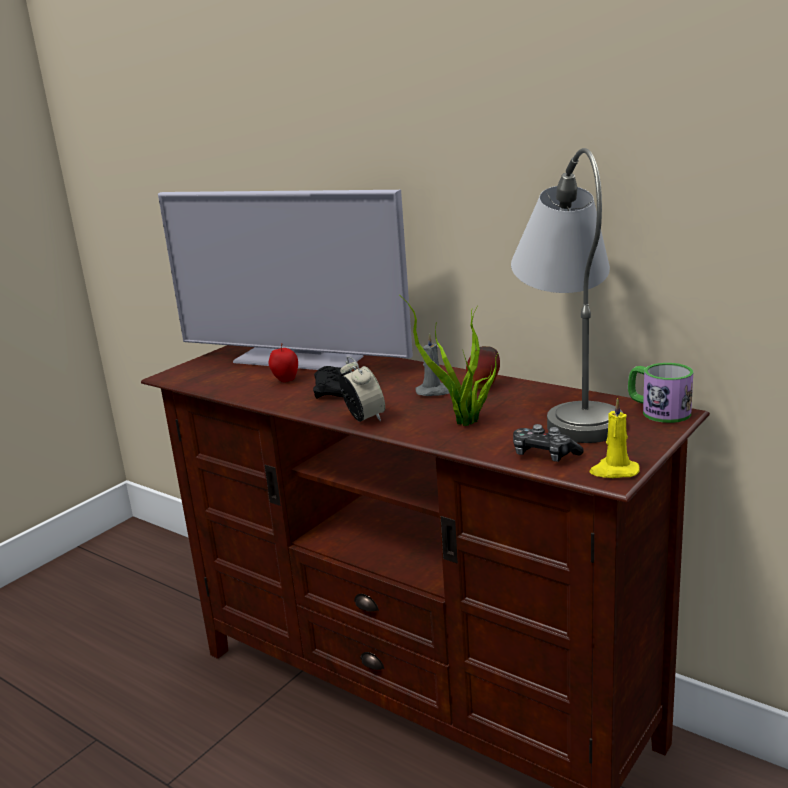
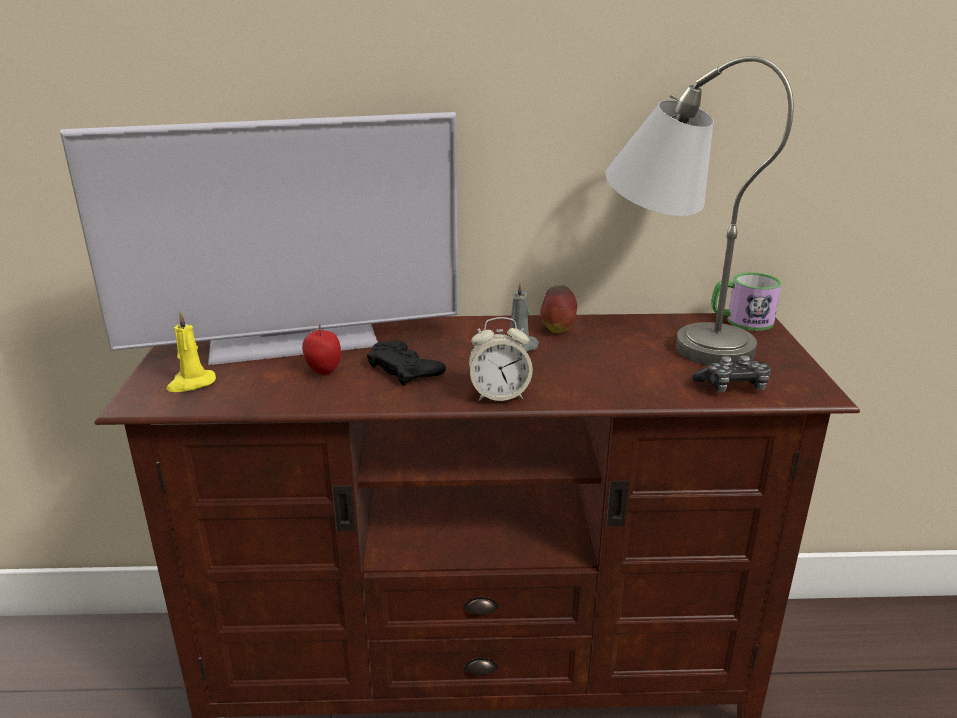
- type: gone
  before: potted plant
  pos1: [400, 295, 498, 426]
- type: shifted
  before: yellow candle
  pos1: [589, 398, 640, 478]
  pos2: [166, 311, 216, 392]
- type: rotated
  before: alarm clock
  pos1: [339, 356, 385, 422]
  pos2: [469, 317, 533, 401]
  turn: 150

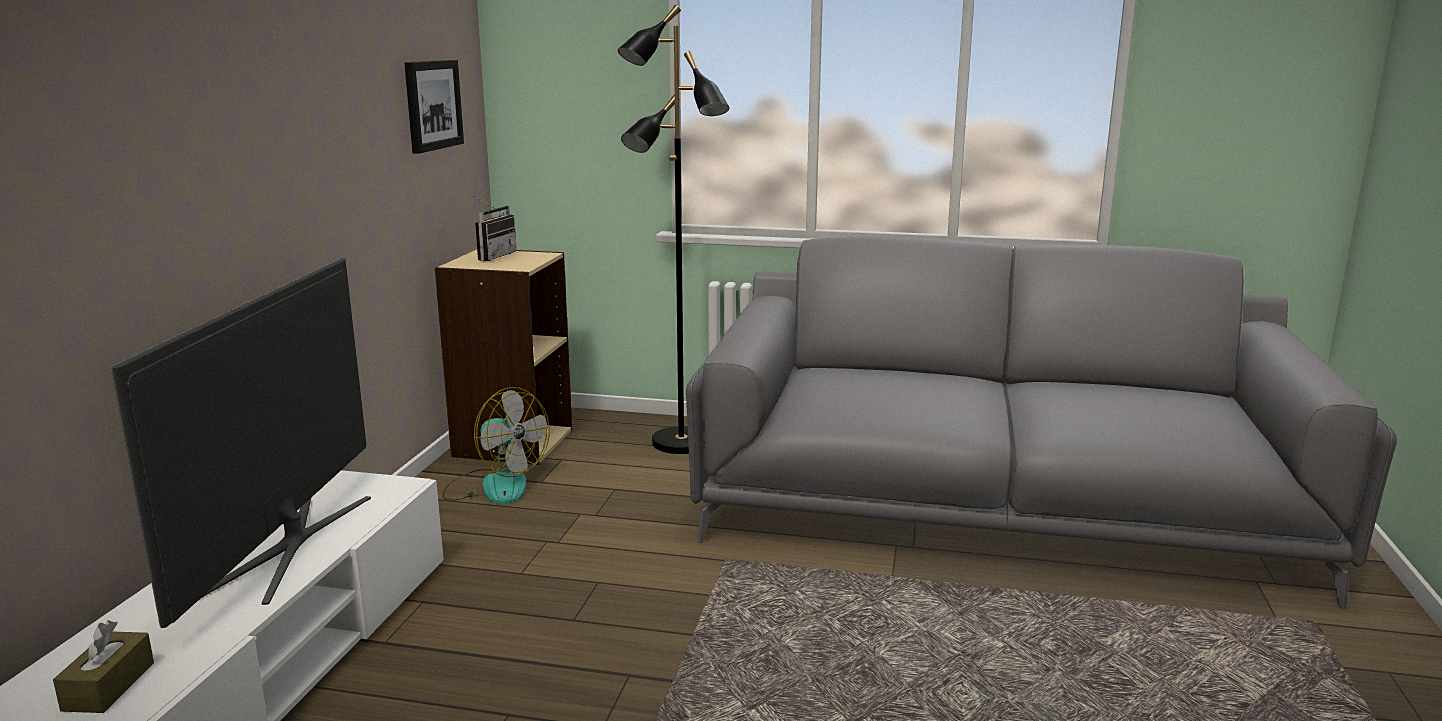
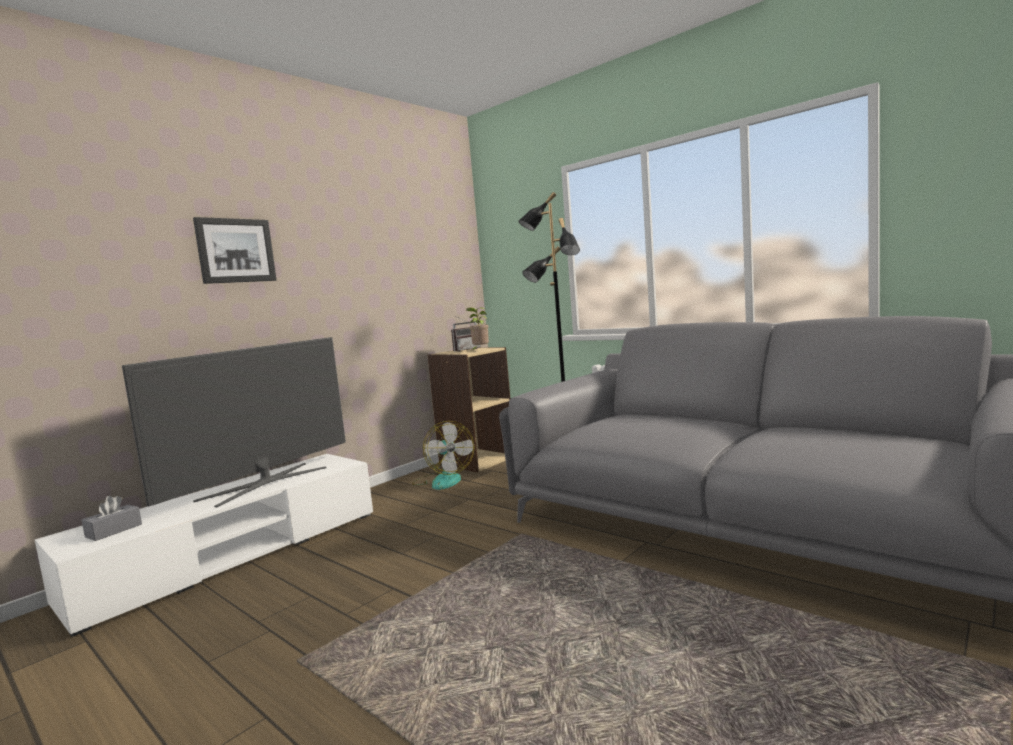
- type: new
  after: potted plant
  pos2: [466, 307, 489, 351]
- type: shifted
  before: picture
  pos1: [404, 60, 464, 154]
  pos2: [193, 217, 277, 284]
- type: repainted
  before: brown tissue box
  after: grey tissue box
  pos1: [53, 620, 154, 713]
  pos2: [82, 496, 142, 541]

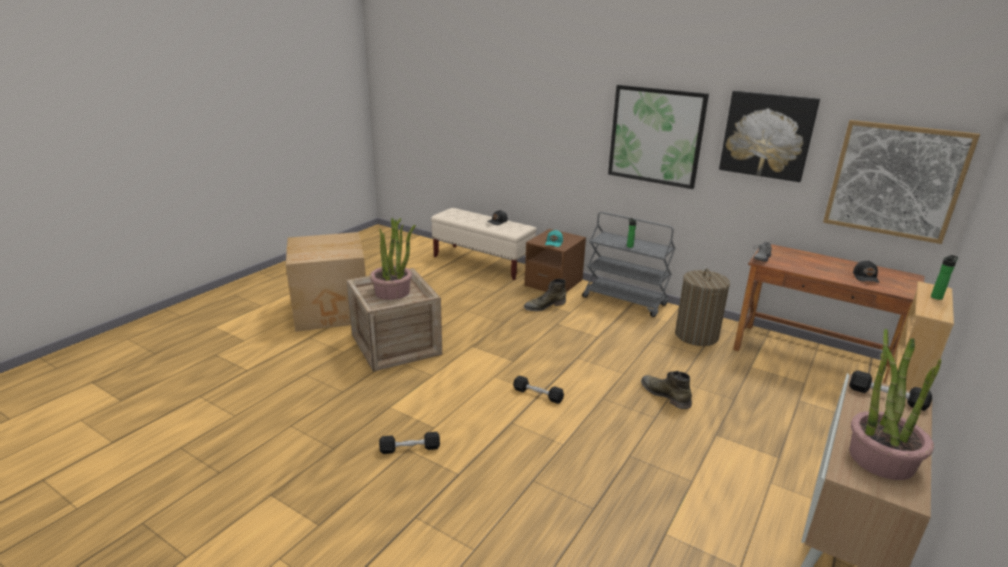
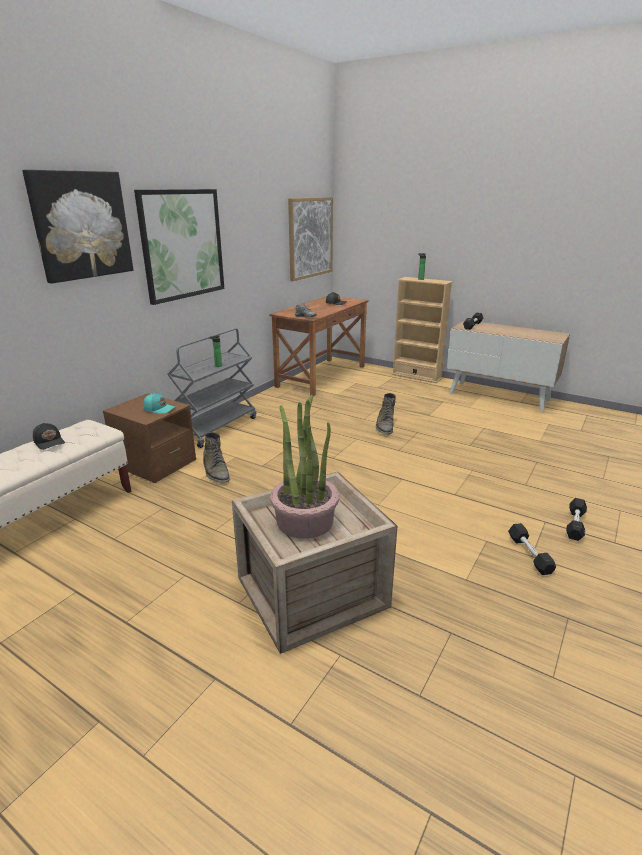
- type: gone
  before: cardboard box
  pos1: [286, 232, 366, 332]
- type: gone
  before: laundry basket
  pos1: [675, 269, 730, 346]
- type: gone
  before: potted plant
  pos1: [849, 328, 941, 480]
- type: shifted
  before: black dumbbell
  pos1: [513, 376, 564, 404]
  pos2: [566, 498, 587, 541]
- type: shifted
  before: picture
  pos1: [719, 91, 820, 182]
  pos2: [22, 170, 133, 284]
- type: rotated
  before: green boot
  pos1: [641, 371, 692, 409]
  pos2: [376, 393, 396, 434]
  turn: -45

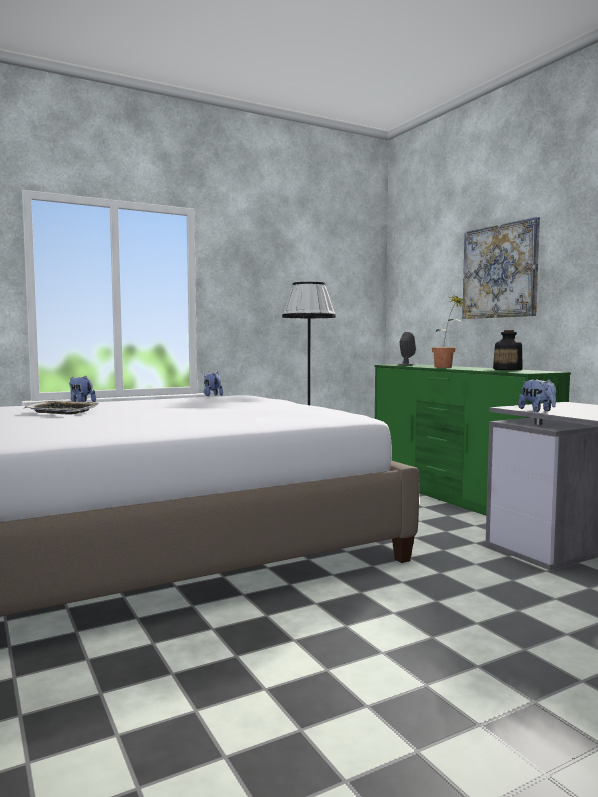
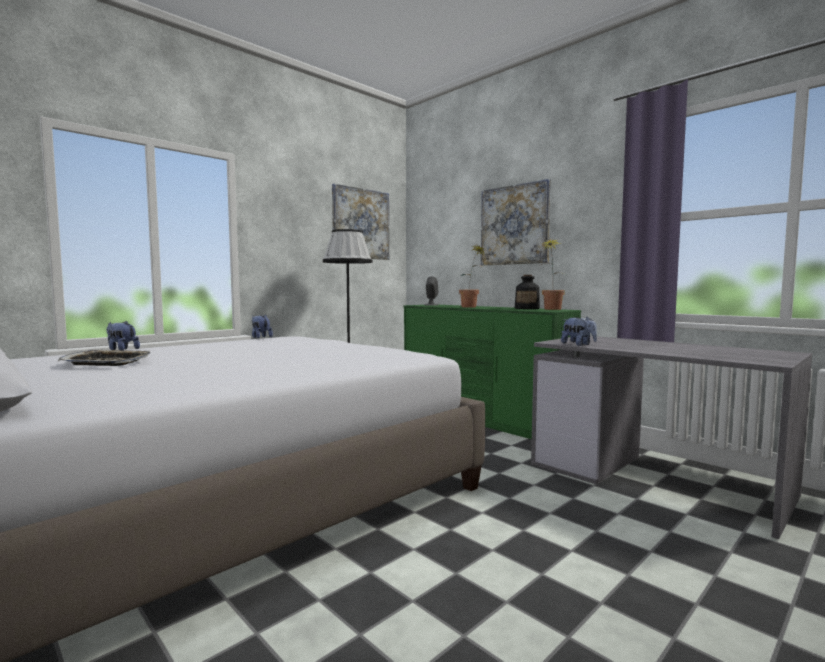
- type: new
  after: picture
  pos2: [332, 184, 389, 260]
- type: new
  after: potted plant
  pos2: [541, 239, 567, 310]

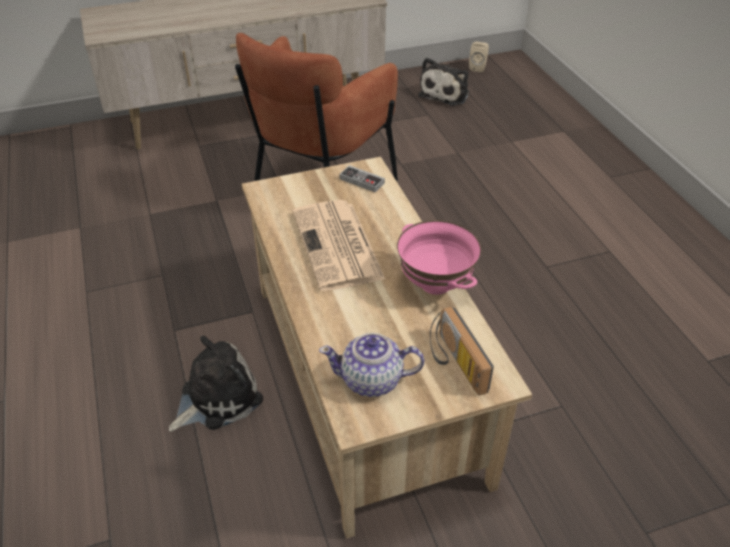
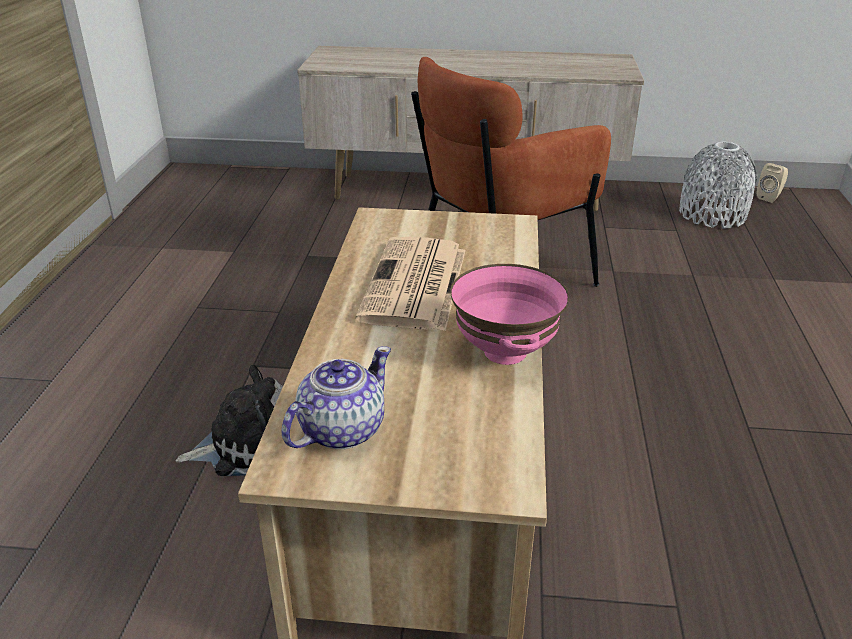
- type: gone
  before: game controller
  pos1: [339, 165, 385, 192]
- type: gone
  before: radio
  pos1: [430, 306, 494, 396]
- type: swapped
  before: plush toy
  after: grey vase
  pos1: [418, 57, 469, 106]
  pos2: [679, 142, 757, 229]
- type: rotated
  before: teapot
  pos1: [319, 333, 424, 397]
  pos2: [282, 346, 391, 449]
  turn: 105

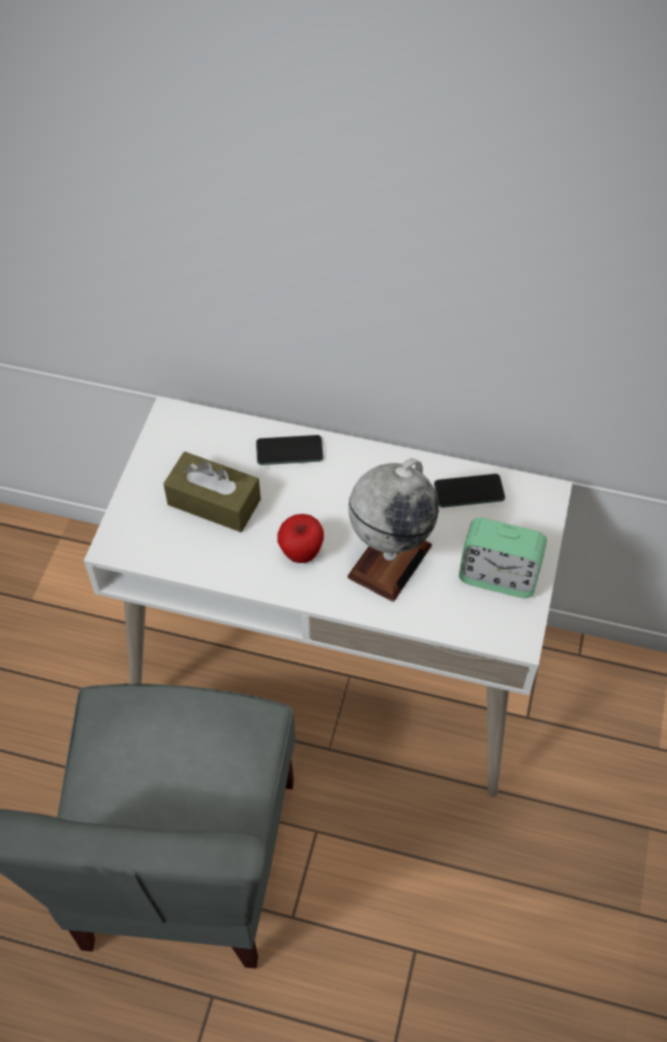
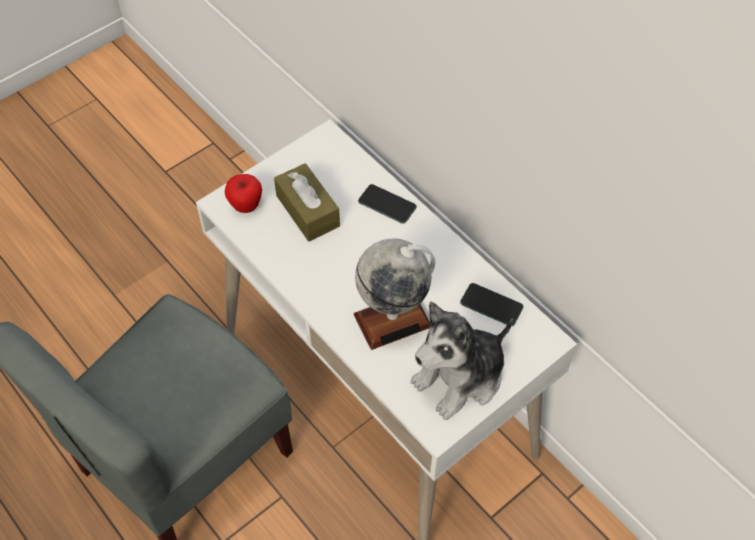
- type: shifted
  before: apple
  pos1: [277, 514, 324, 563]
  pos2: [225, 174, 262, 213]
- type: swapped
  before: alarm clock
  after: plush toy
  pos1: [459, 518, 547, 598]
  pos2: [411, 301, 513, 420]

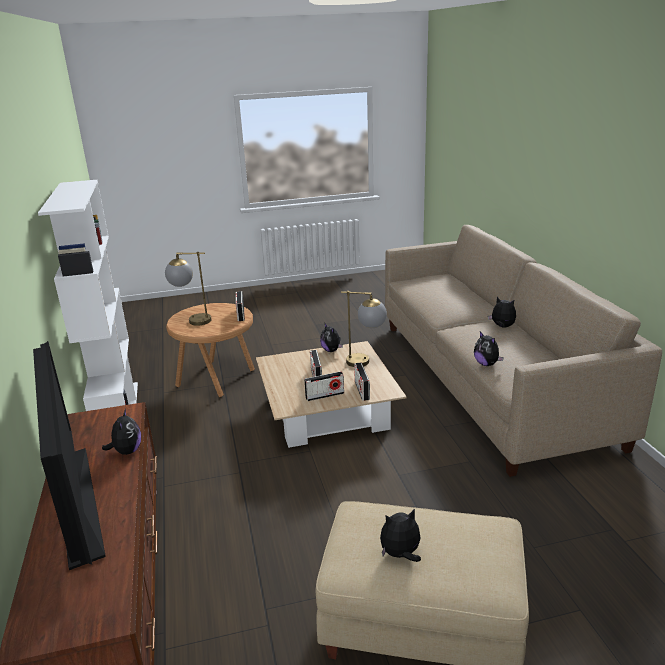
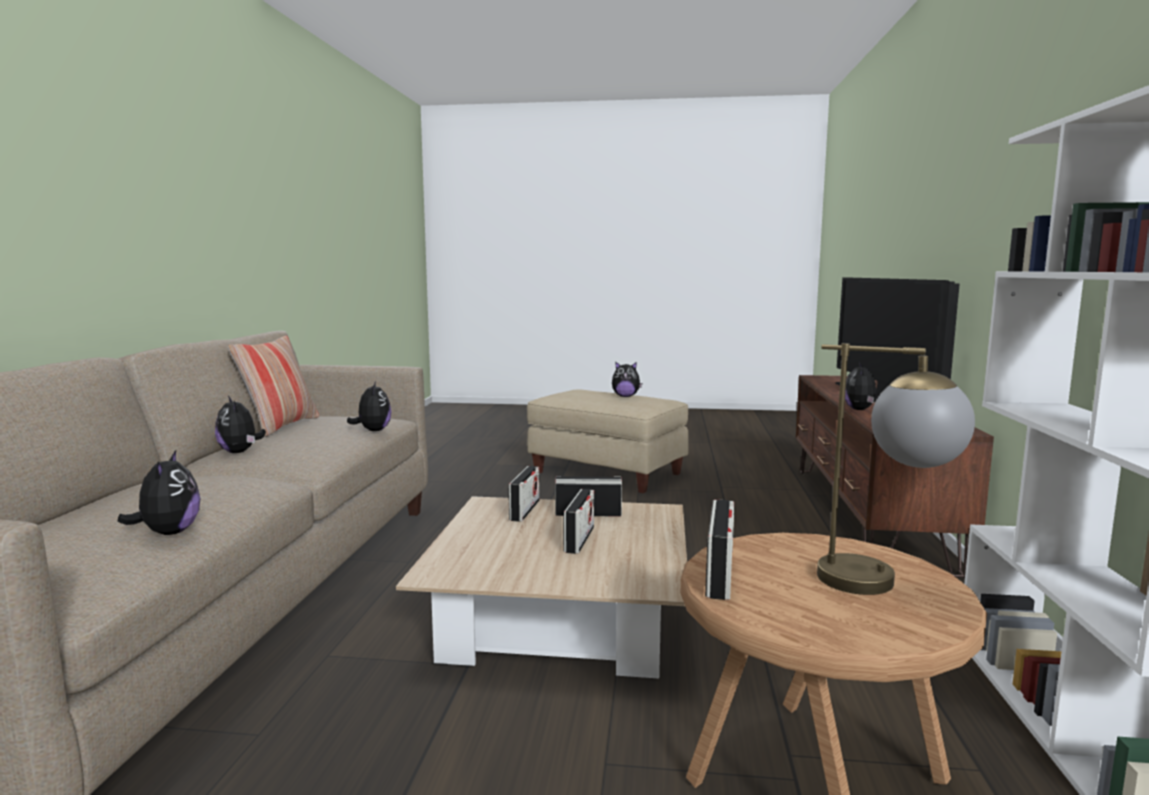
- type: gone
  before: table lamp
  pos1: [341, 291, 387, 367]
- type: new
  after: pillow
  pos2: [228, 336, 319, 437]
- type: shifted
  before: plush toy
  pos1: [320, 324, 343, 352]
  pos2: [117, 450, 200, 535]

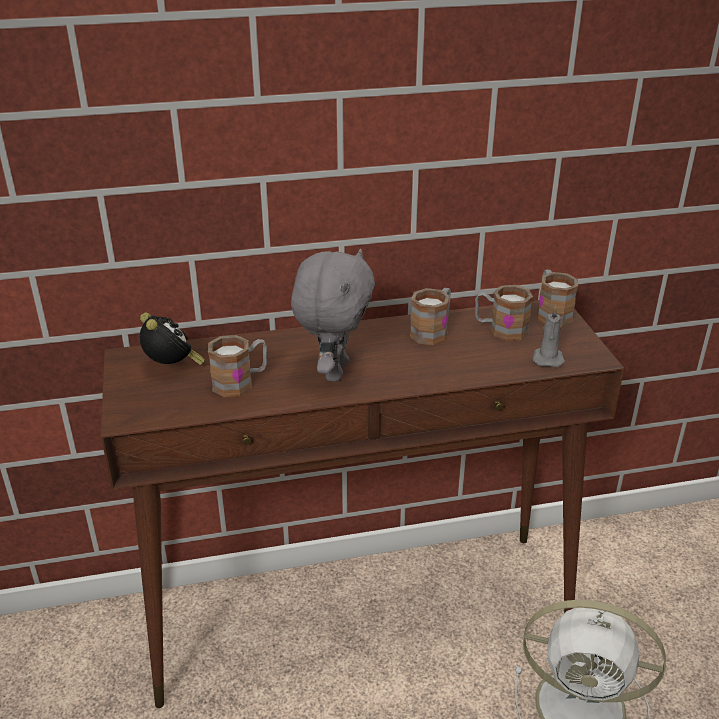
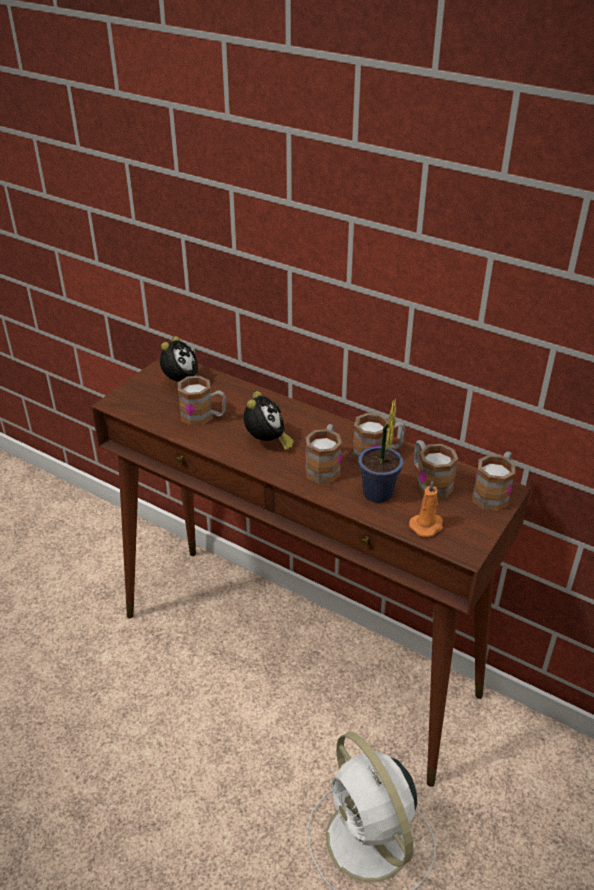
- type: new
  after: mug
  pos2: [305, 424, 342, 484]
- type: new
  after: potted plant
  pos2: [358, 398, 403, 503]
- type: swapped
  before: grey plush toy
  after: alarm clock
  pos1: [291, 249, 375, 382]
  pos2: [244, 391, 294, 451]
- type: repainted
  before: grey candle
  after: orange candle
  pos1: [532, 305, 565, 367]
  pos2: [409, 480, 443, 537]

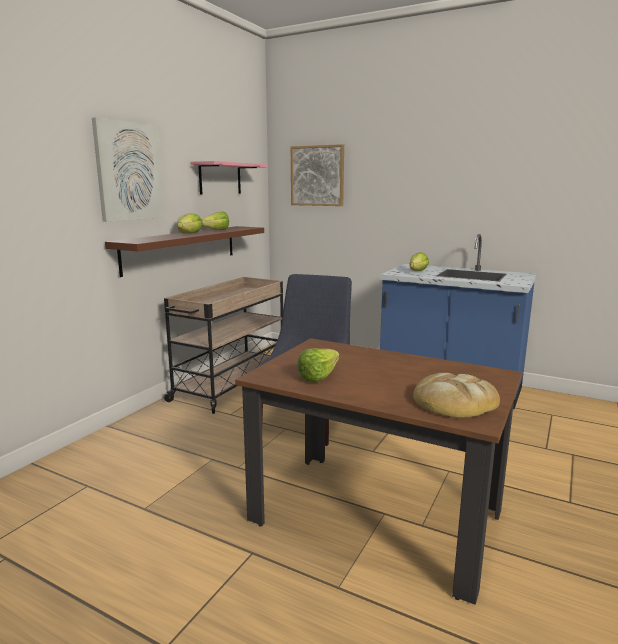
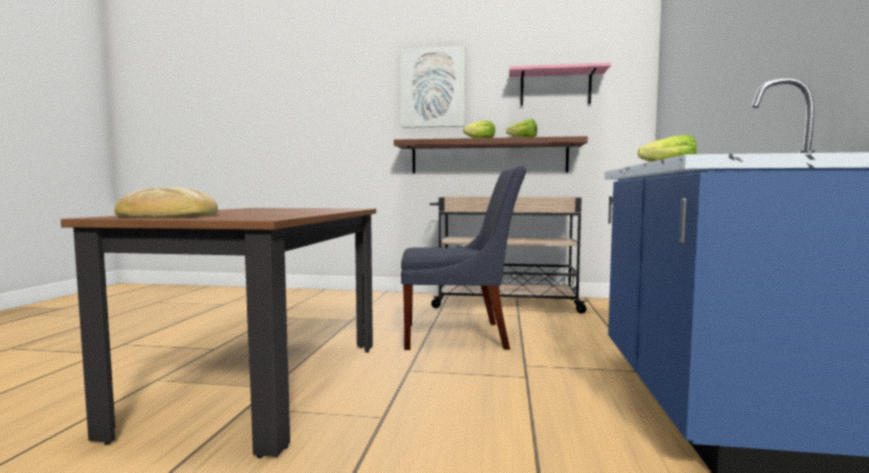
- type: gone
  before: picture
  pos1: [291, 144, 344, 206]
- type: gone
  before: lettuce
  pos1: [297, 348, 340, 383]

